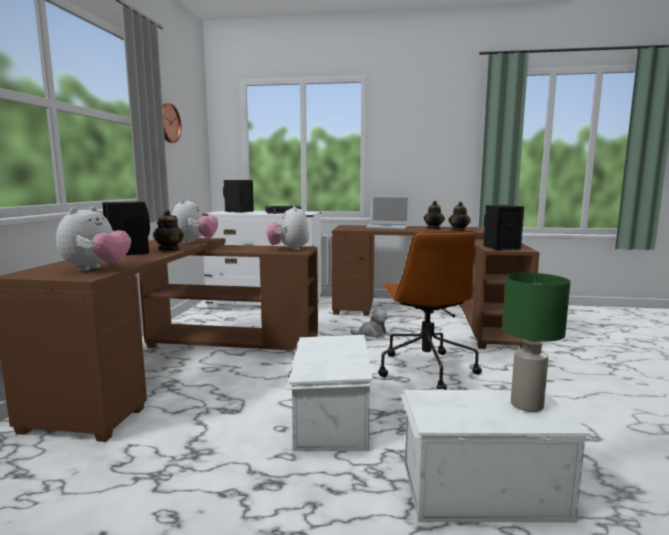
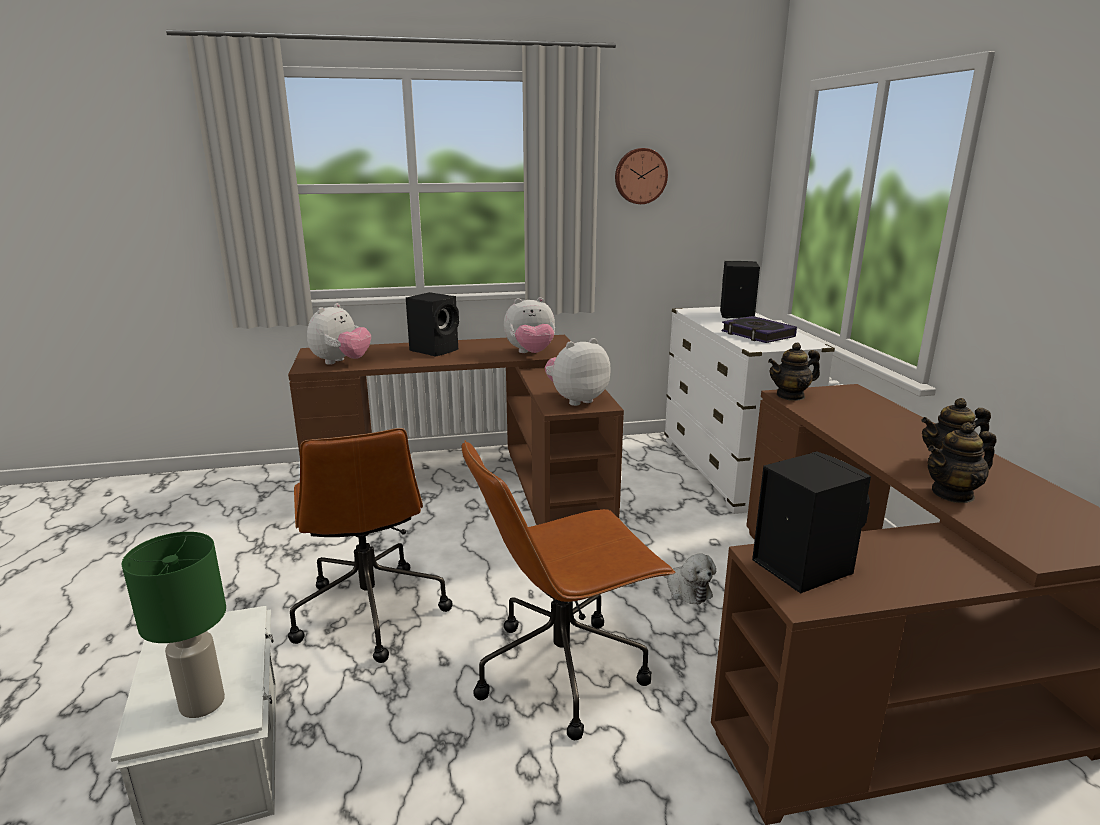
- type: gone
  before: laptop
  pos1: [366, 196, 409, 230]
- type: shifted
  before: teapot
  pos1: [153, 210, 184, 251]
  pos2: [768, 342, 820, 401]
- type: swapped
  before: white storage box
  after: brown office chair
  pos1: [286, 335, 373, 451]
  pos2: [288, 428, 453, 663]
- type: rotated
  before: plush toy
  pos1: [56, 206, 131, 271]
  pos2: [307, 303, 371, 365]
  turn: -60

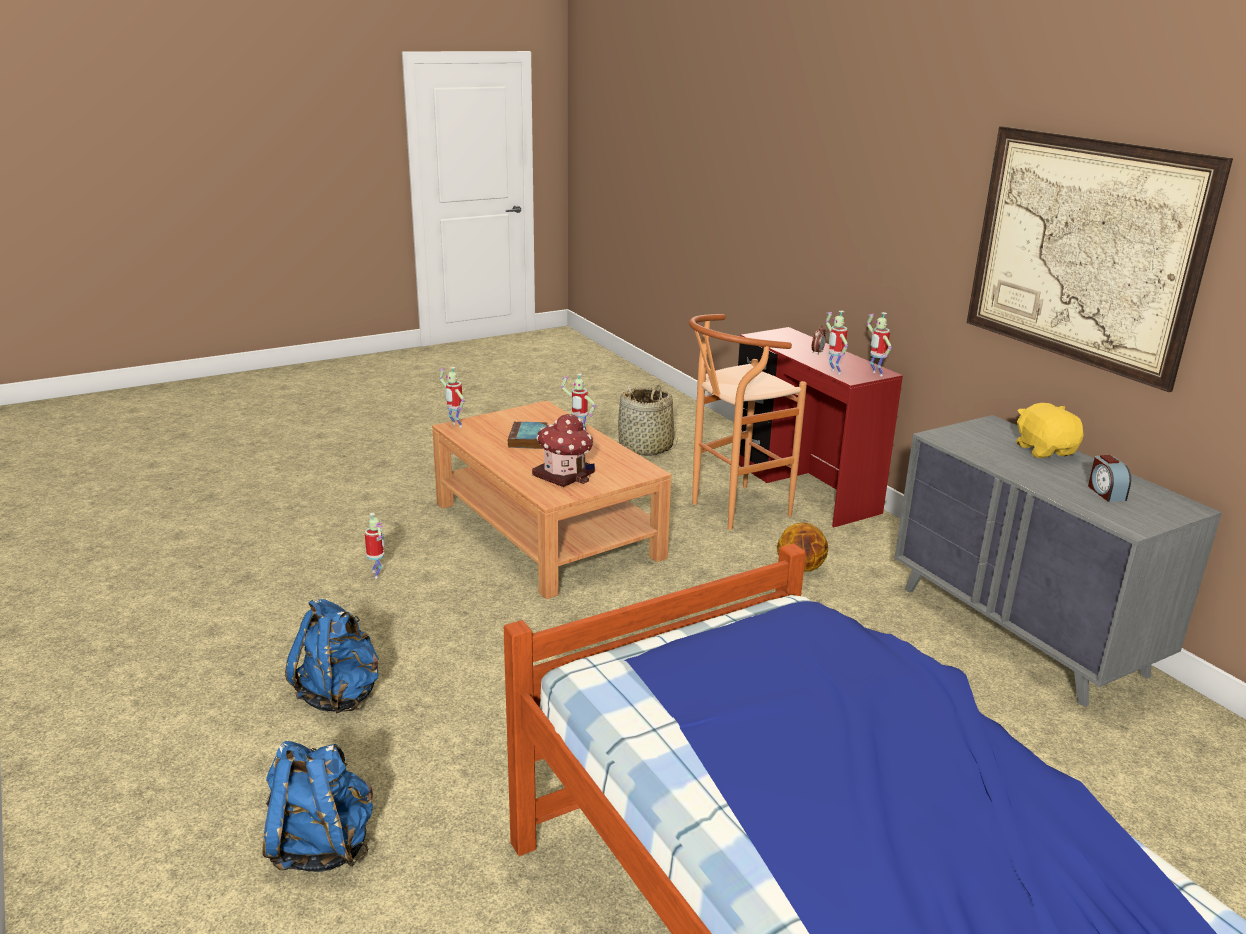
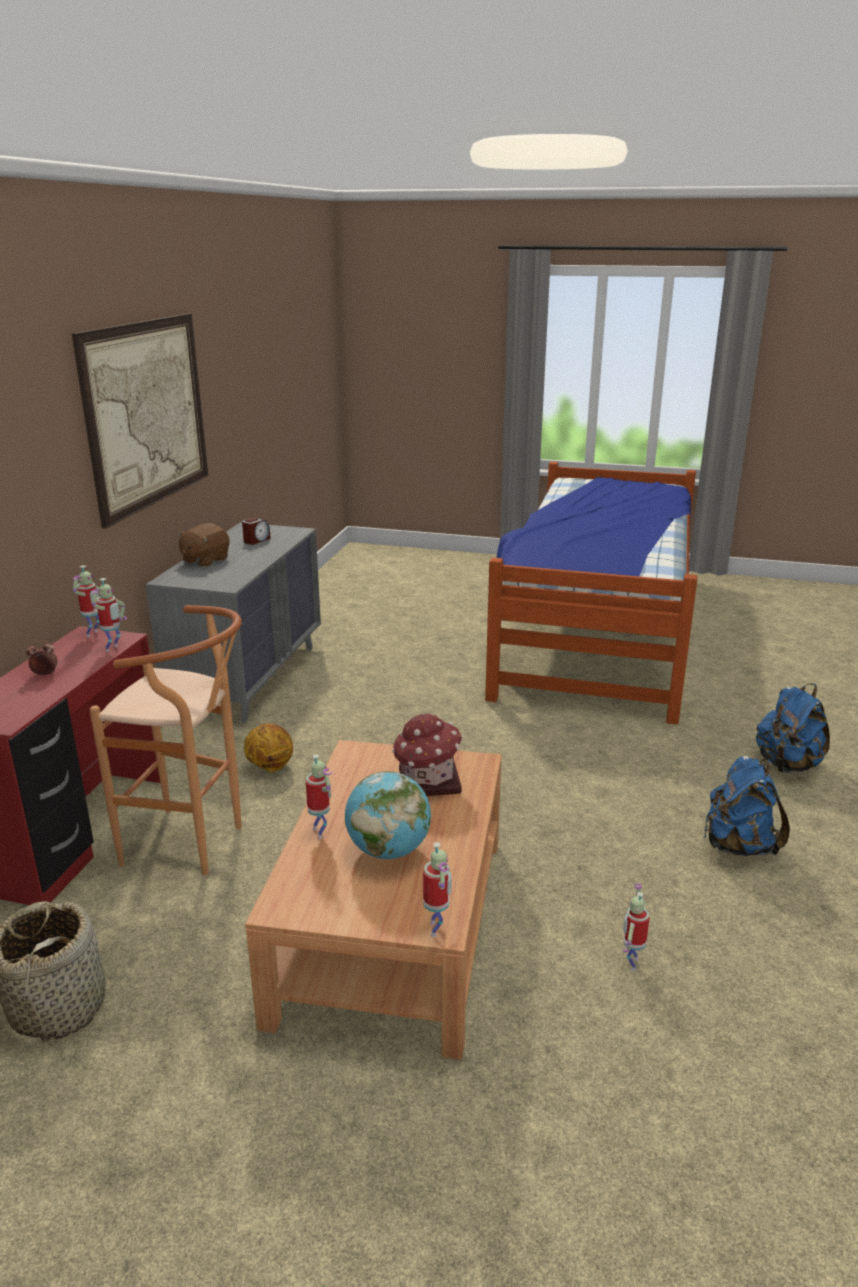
- type: swapped
  before: book
  after: globe
  pos1: [508, 421, 548, 449]
  pos2: [345, 771, 431, 859]
- type: repainted
  before: yellow plush toy
  after: brown plush toy
  pos1: [1016, 403, 1084, 458]
  pos2: [177, 523, 230, 567]

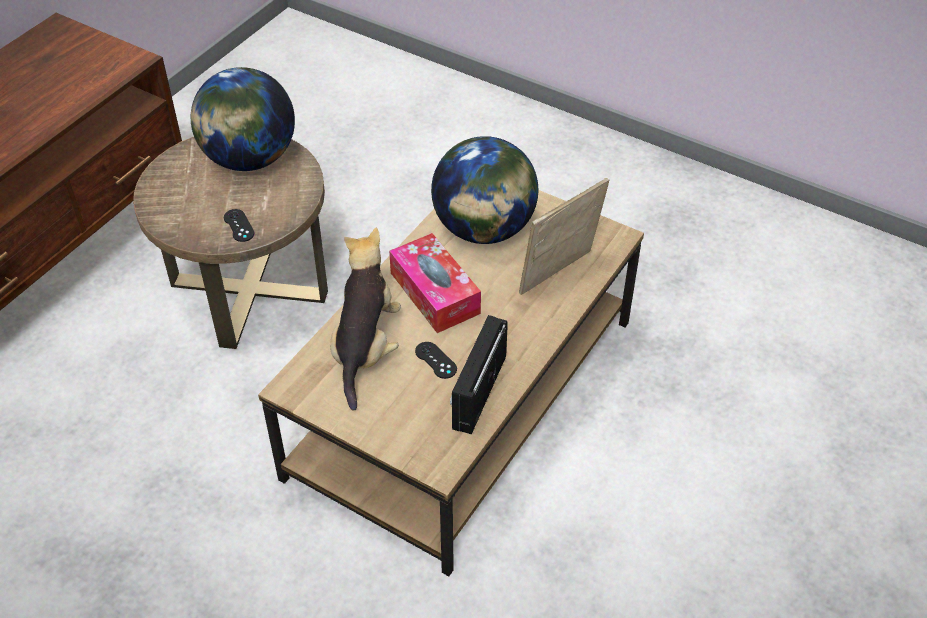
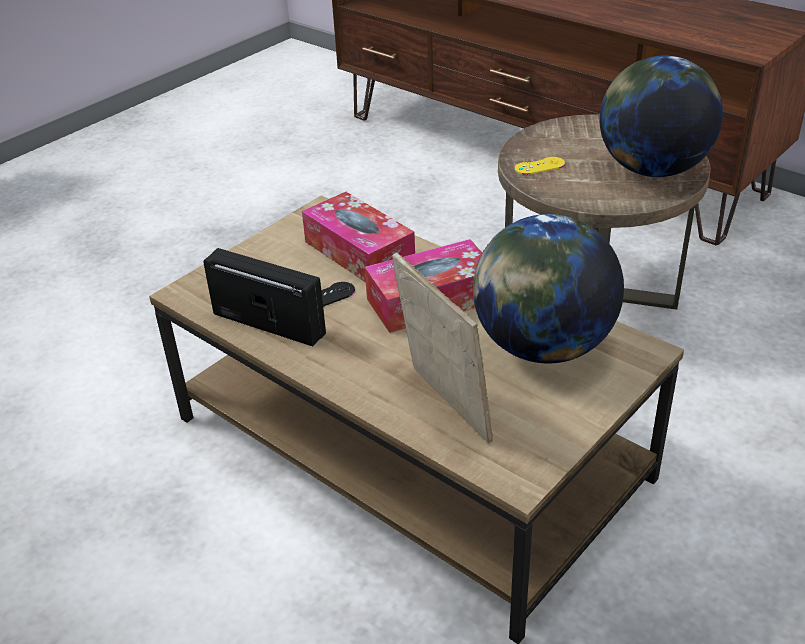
- type: swapped
  before: plush toy
  after: tissue box
  pos1: [330, 228, 401, 410]
  pos2: [302, 192, 415, 282]
- type: repainted
  before: black game controller
  after: yellow game controller
  pos1: [224, 209, 255, 242]
  pos2: [515, 157, 565, 175]

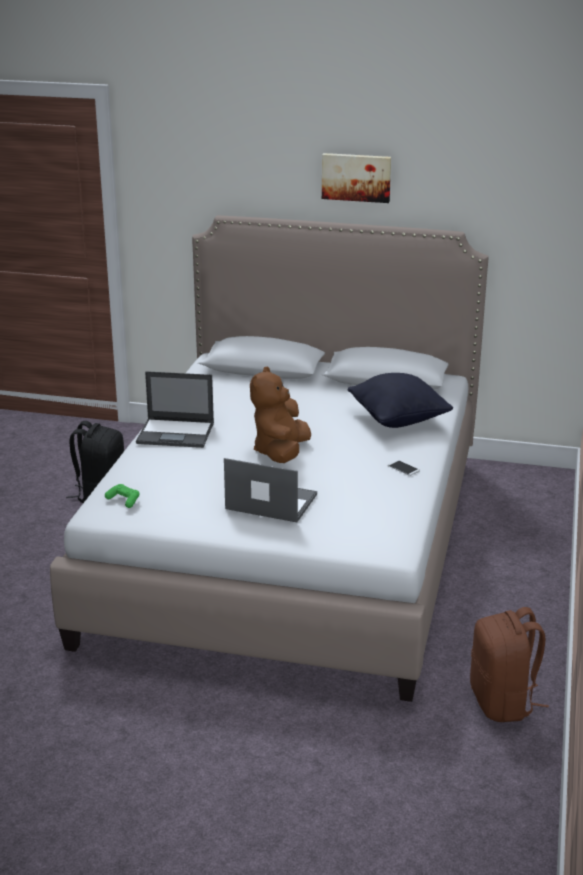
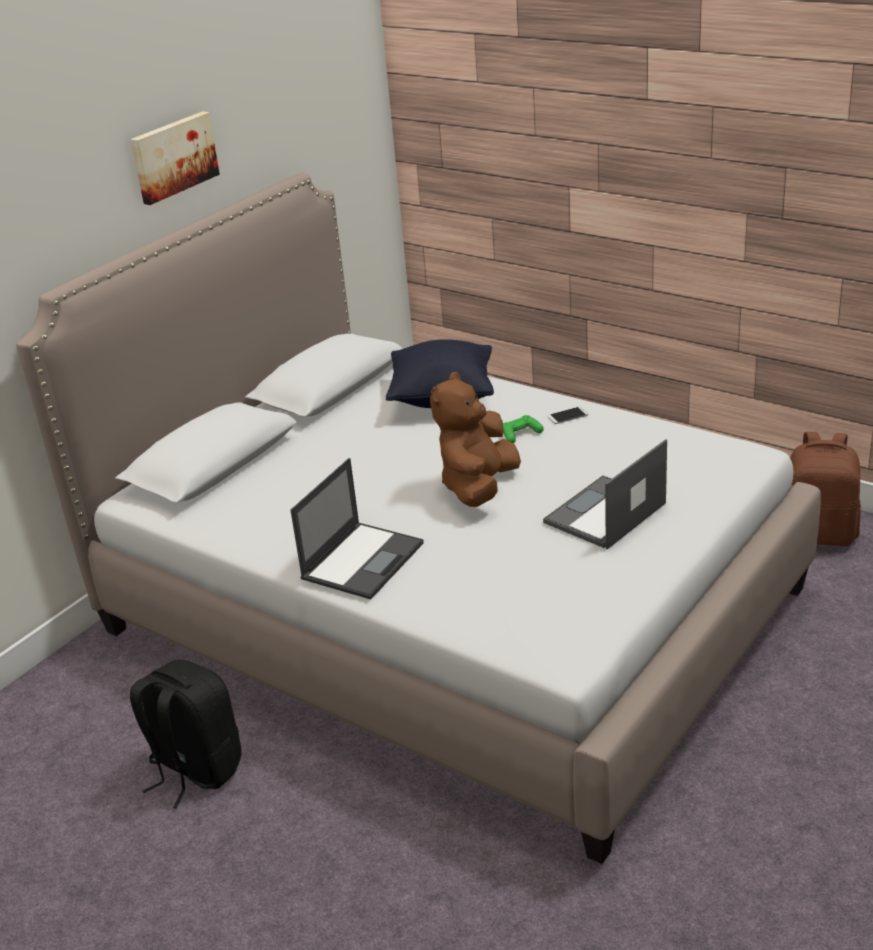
- type: shifted
  before: green game controller
  pos1: [105, 484, 139, 508]
  pos2: [503, 415, 544, 443]
- type: rotated
  before: brown plush toy
  pos1: [250, 366, 311, 463]
  pos2: [430, 372, 521, 507]
  turn: 75

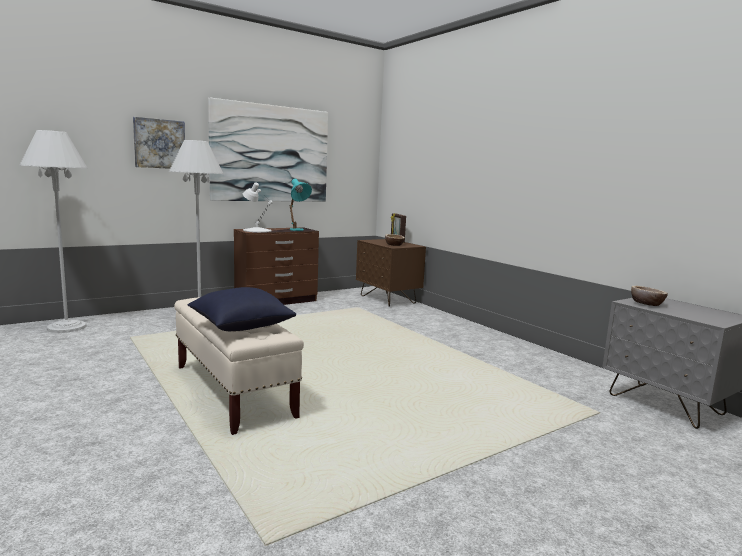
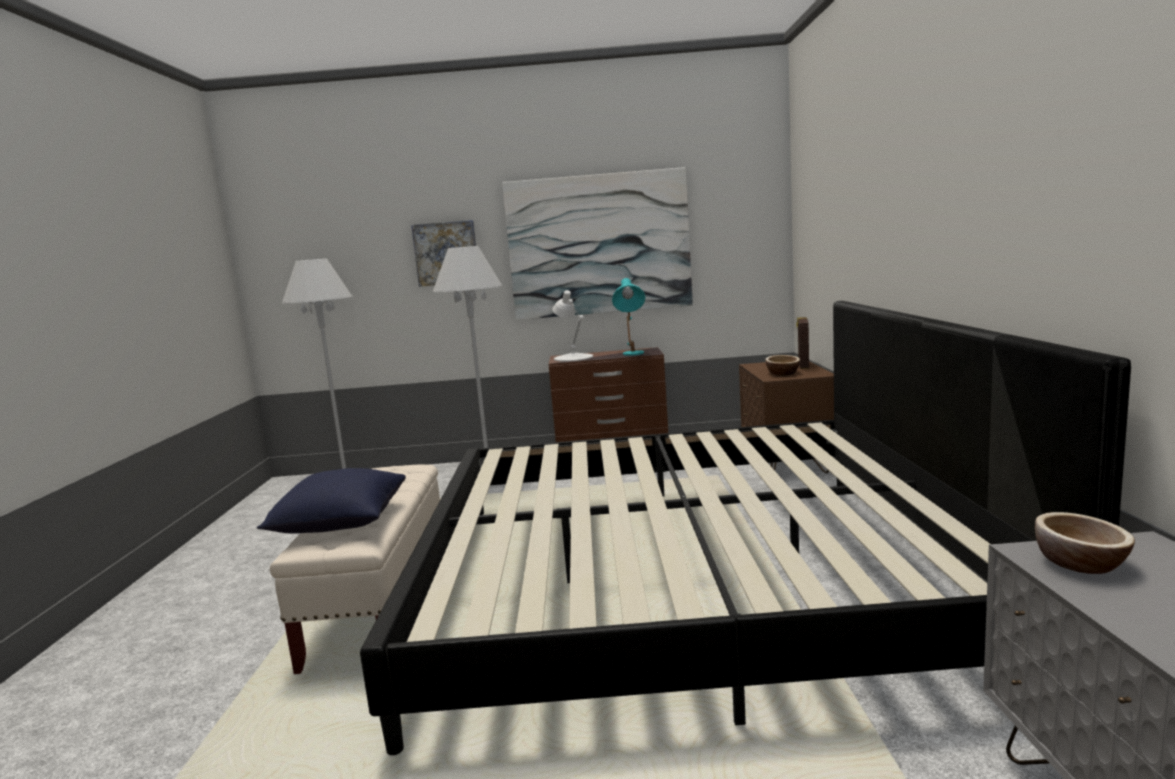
- type: new
  after: bed
  pos2: [360, 301, 1131, 755]

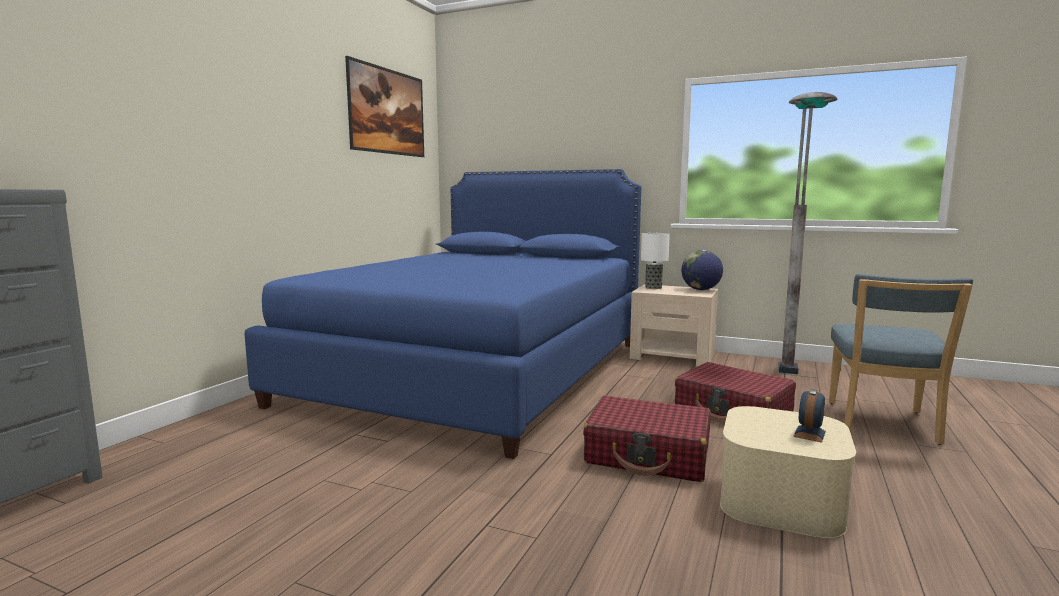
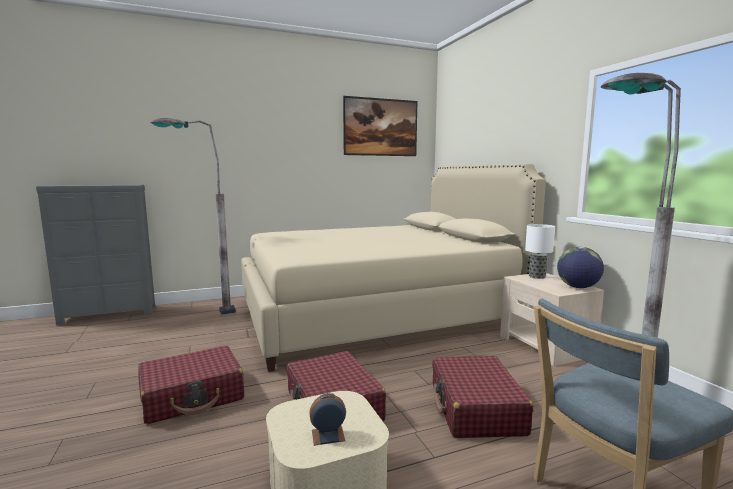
- type: new
  after: red suitcase
  pos2: [138, 346, 244, 424]
- type: new
  after: grey floor lamp
  pos2: [150, 118, 236, 315]
- type: repainted
  before: blue bed
  after: beige bed
  pos1: [244, 169, 641, 459]
  pos2: [241, 164, 546, 372]

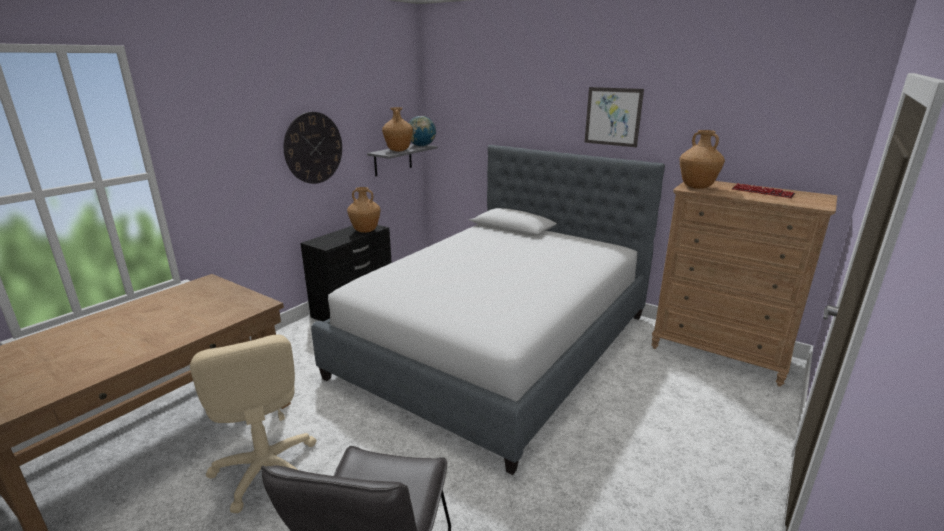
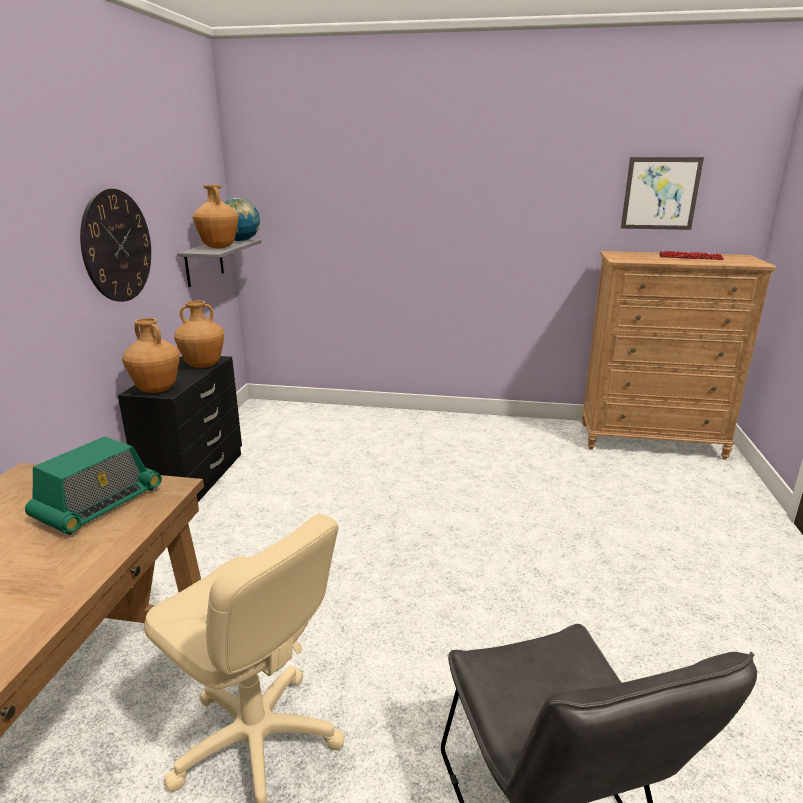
- type: gone
  before: bed
  pos1: [311, 145, 665, 475]
- type: new
  after: radio
  pos2: [25, 436, 162, 535]
- type: shifted
  before: picture
  pos1: [584, 87, 644, 147]
  pos2: [621, 157, 704, 230]
- type: shifted
  before: brown vase
  pos1: [679, 130, 725, 189]
  pos2: [122, 318, 180, 393]

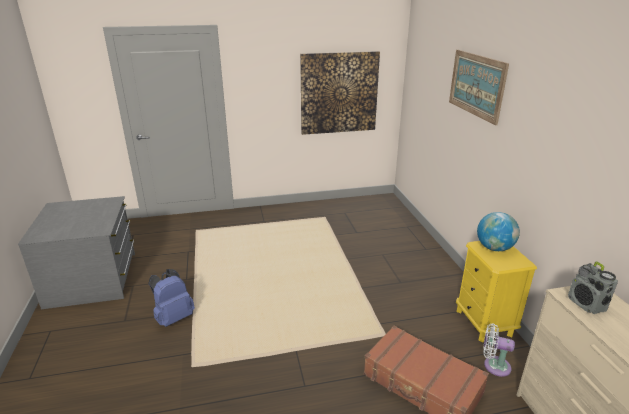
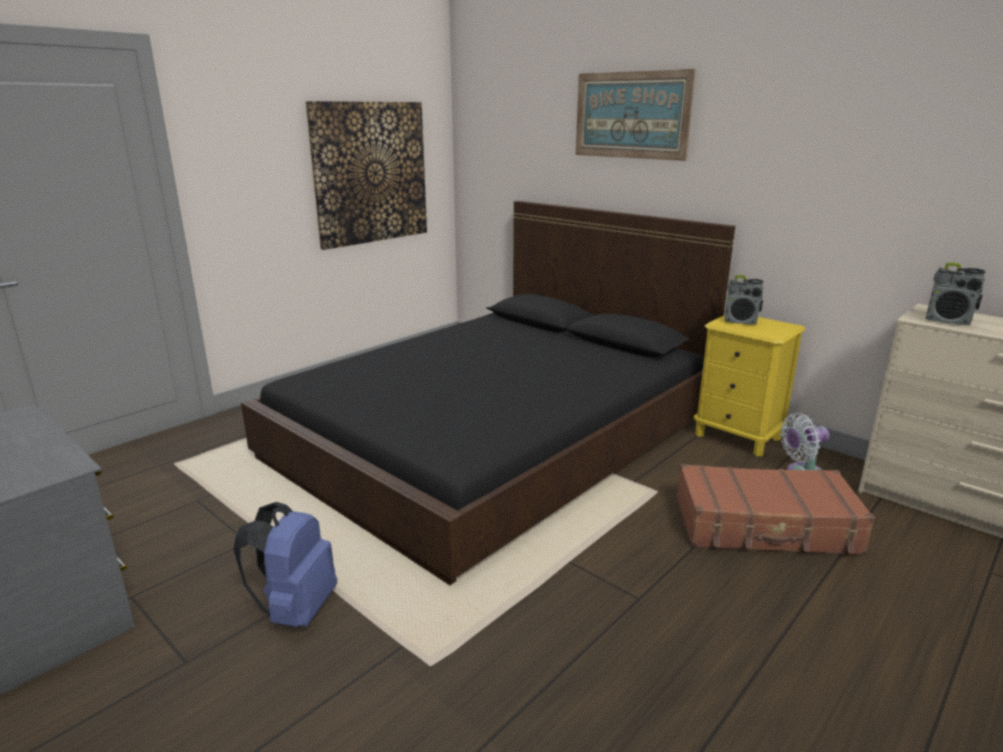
- type: new
  after: black bed
  pos2: [241, 201, 735, 585]
- type: swapped
  before: globe
  after: radio
  pos1: [477, 212, 520, 251]
  pos2: [725, 275, 764, 325]

